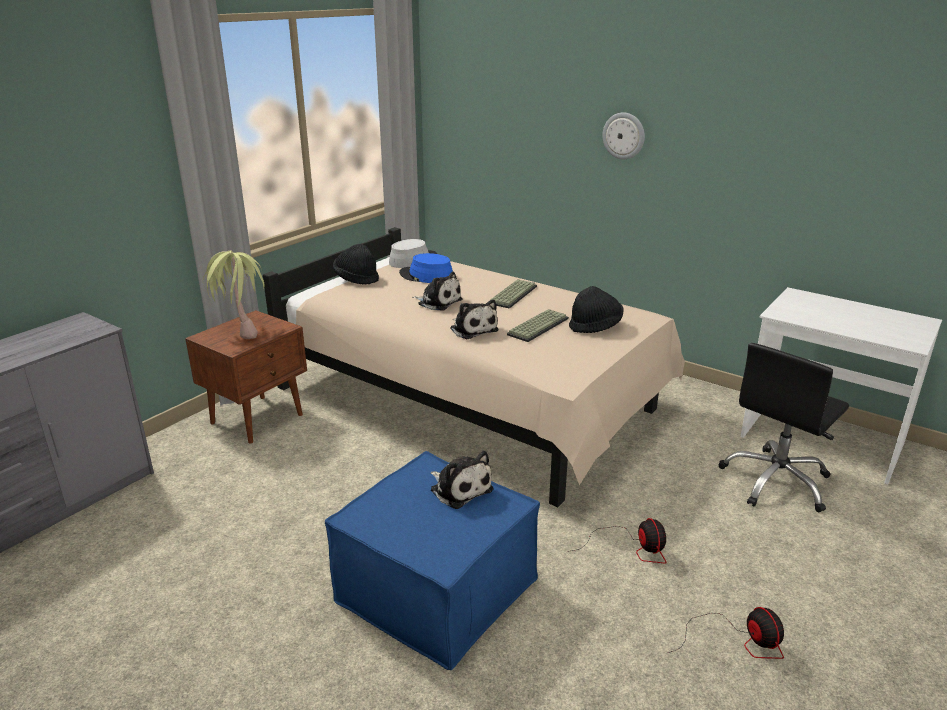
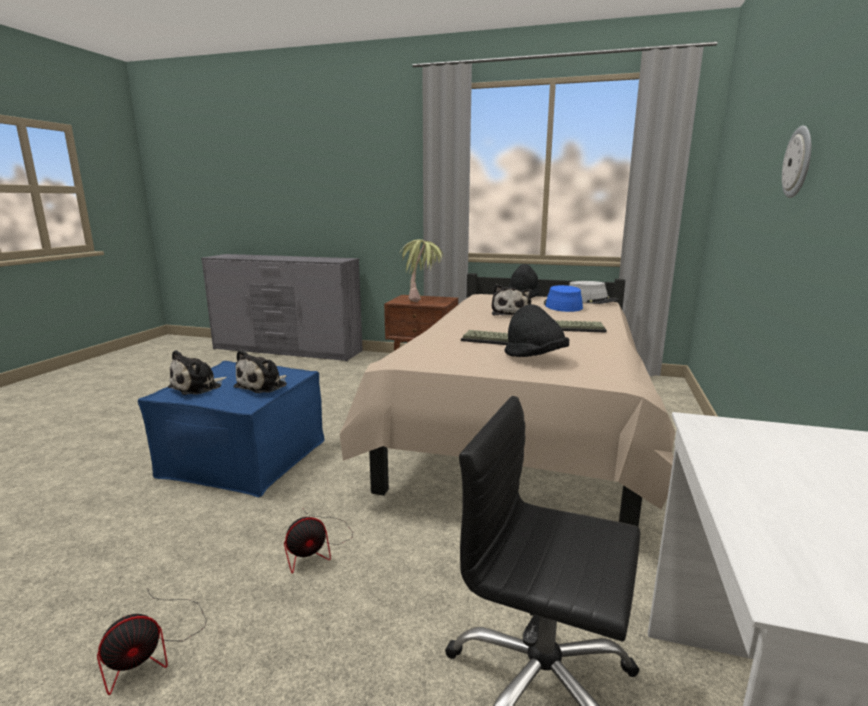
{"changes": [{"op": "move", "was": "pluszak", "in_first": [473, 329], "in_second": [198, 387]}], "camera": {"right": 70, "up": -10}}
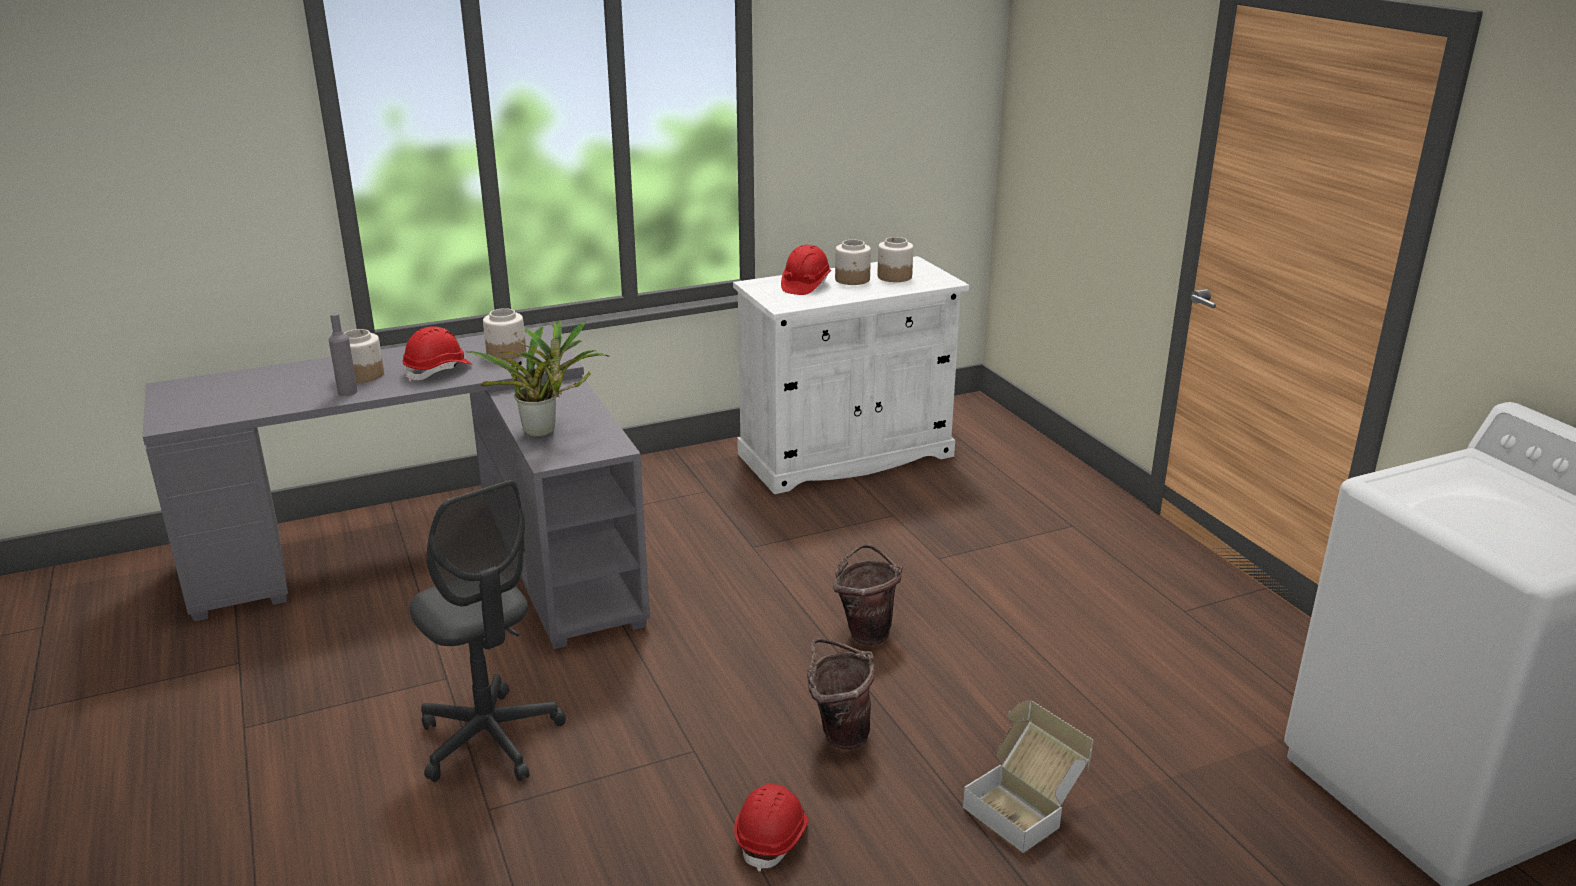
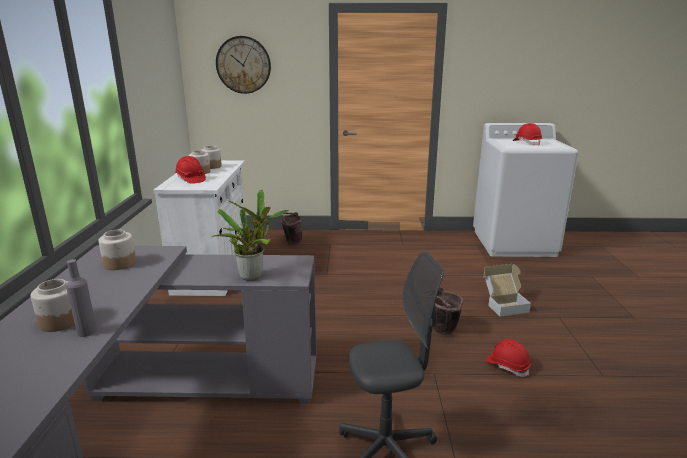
{"changes": [{"op": "move", "was": "kask (czerwony)", "in_first": [438, 370], "in_second": [526, 143]}, {"op": "move", "was": "wiadro (brązowy)", "in_first": [866, 631], "in_second": [291, 242]}, {"op": "insert", "now": "zegar ścienny", "in_second": [243, 65]}], "camera": {"right": -65, "up": -5}}
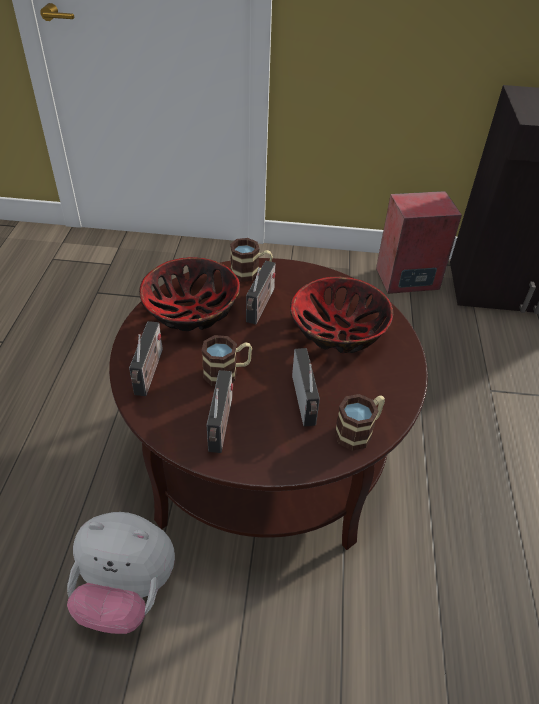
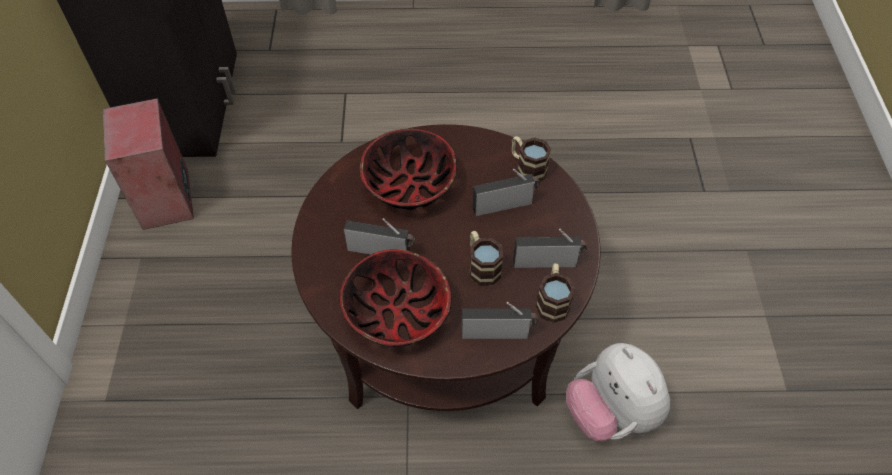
{"changes": [{"op": "move", "was": "kubek", "in_first": [251, 273], "in_second": [552, 301]}, {"op": "rotate", "was": "pluszak", "in_first": [126, 592], "in_second": [610, 412], "clockwise": 150}], "camera": {"right": -95, "up": 10}}
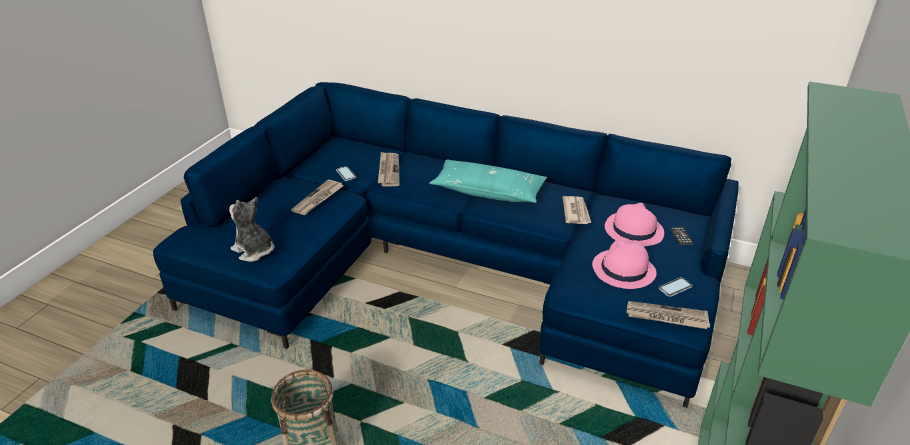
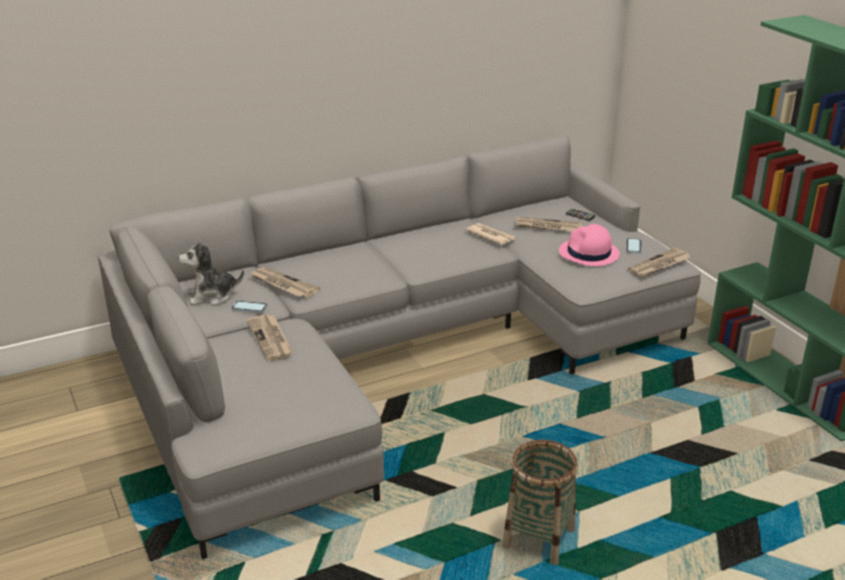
{"changes": [{"op": "recolor", "was": "kanapa (niebieski)", "now": "kanapa (szary)", "in_first": [452, 264], "in_second": [389, 354]}, {"op": "delete", "was": "poduszka (turkusowy)", "in_first": [488, 191]}, {"op": "move", "was": "pluszak", "in_first": [254, 250], "in_second": [212, 296]}, {"op": "replace", "was": "kapelusz (różowy)", "now": "gazeta", "in_first": [633, 230], "in_second": [548, 227]}], "camera": {"right": -50, "up": -5}}
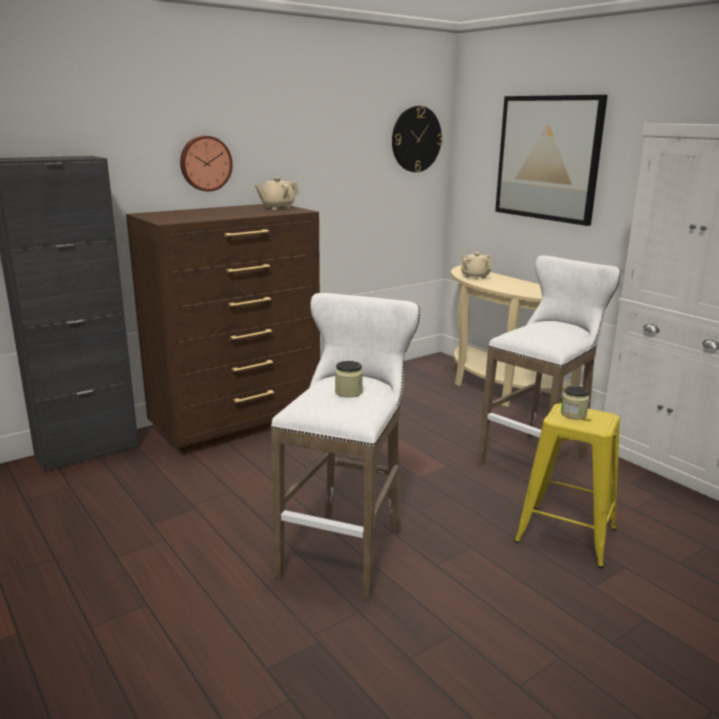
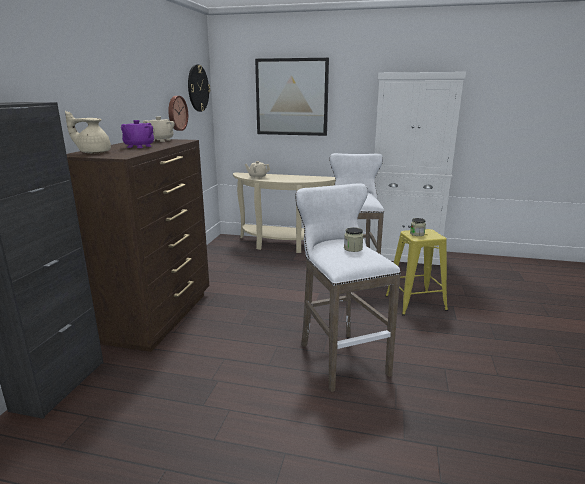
{"changes": [{"op": "move", "was": "zegar ścienny", "in_first": [205, 163], "in_second": [176, 113]}, {"op": "insert", "now": "imbryk (beżowy)", "in_second": [93, 152]}, {"op": "insert", "now": "imbryk (fioletowy)", "in_second": [139, 146]}], "camera": {"right": -40, "up": 0}}
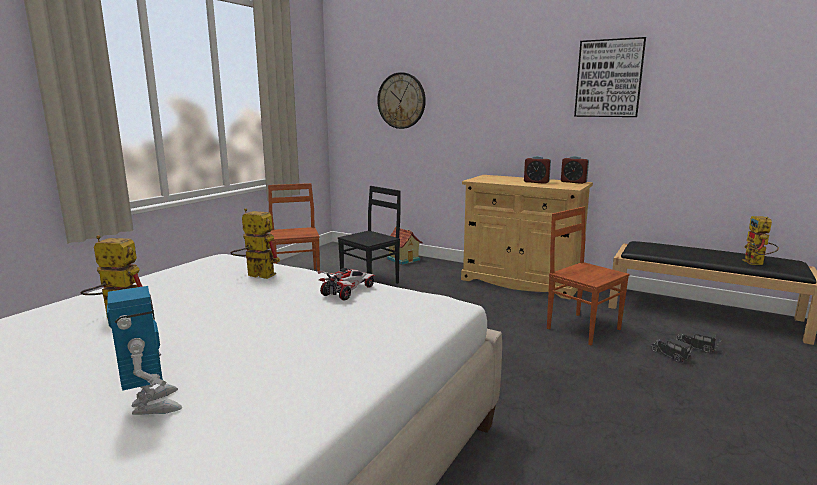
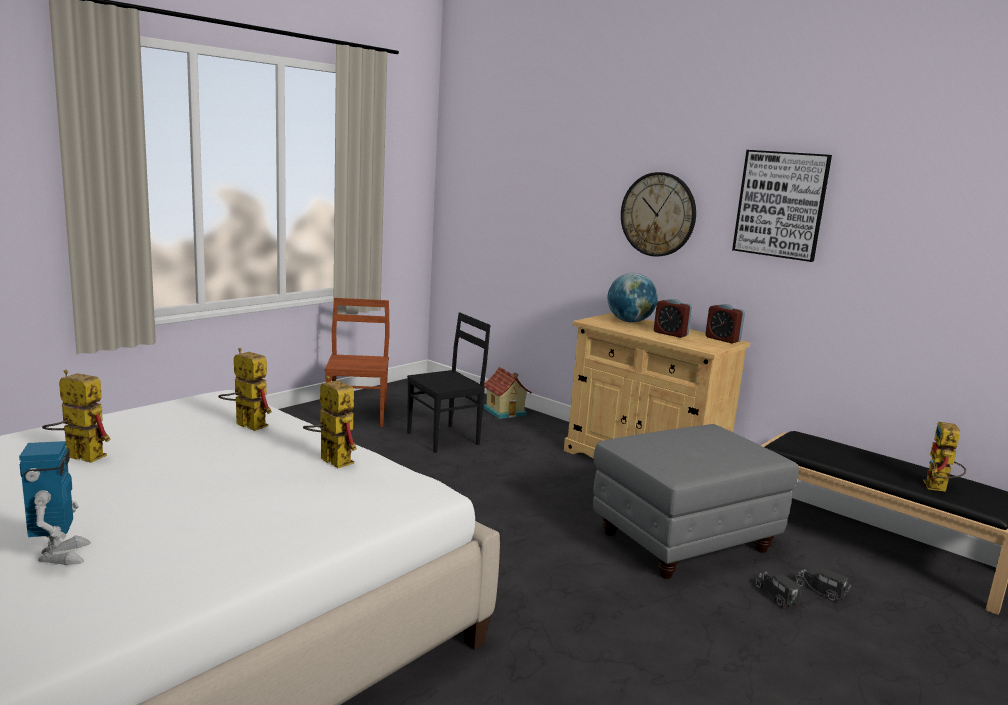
{"changes": [{"op": "move", "was": "zegar ścienny", "in_first": [401, 101], "in_second": [658, 214]}, {"op": "replace", "was": "krzesło (brązowy)", "now": "pufa (szary)", "in_first": [583, 328], "in_second": [683, 541]}, {"op": "replace", "was": "samochodzik", "now": "robot zabawkowy", "in_first": [348, 291], "in_second": [329, 459]}, {"op": "insert", "now": "globus", "in_second": [630, 321]}], "camera": {"right": 10, "up": 0}}
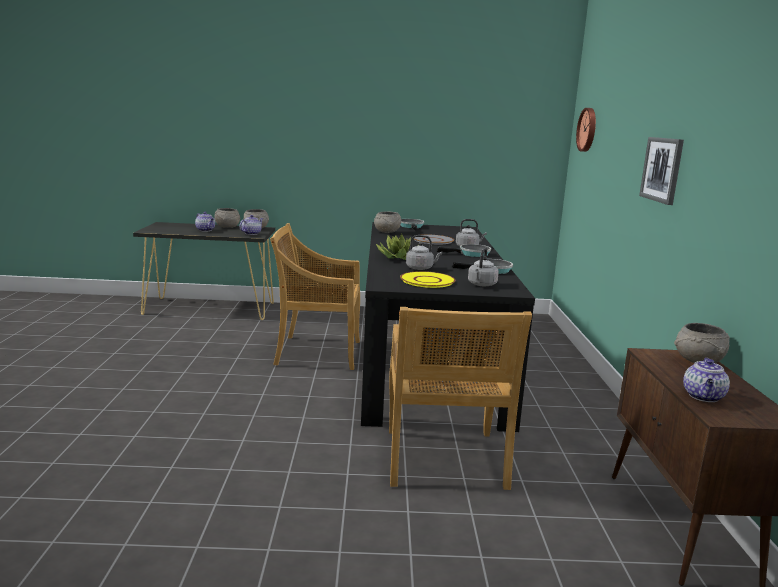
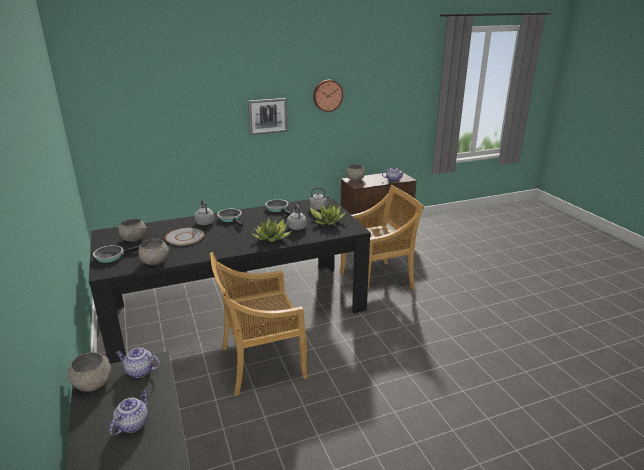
{"changes": [{"op": "move", "was": "zegar ścienny", "in_first": [588, 130], "in_second": [327, 95]}, {"op": "move", "was": "miska (szary)", "in_first": [227, 227], "in_second": [133, 239]}, {"op": "rotate", "was": "krzesło (beżowy)", "in_first": [316, 352], "in_second": [261, 363], "clockwise": 90}, {"op": "replace", "was": "talerz (żółty)", "now": "roślina doniczkowa", "in_first": [428, 281], "in_second": [327, 221]}], "camera": {"right": -110, "up": 10}}
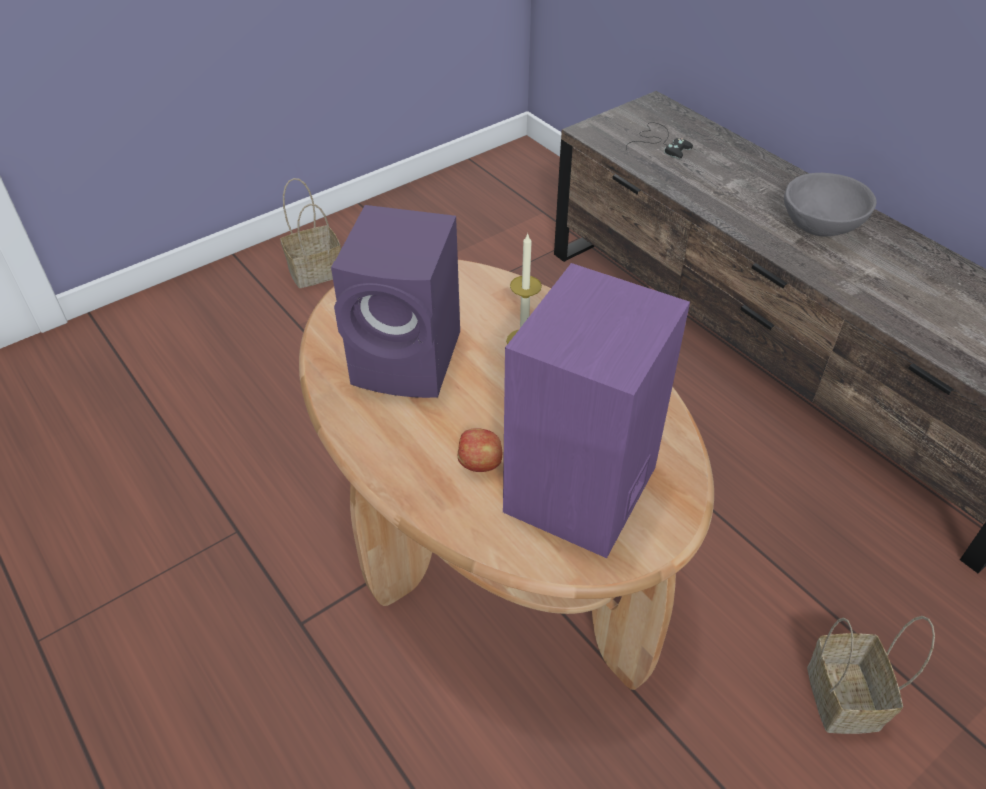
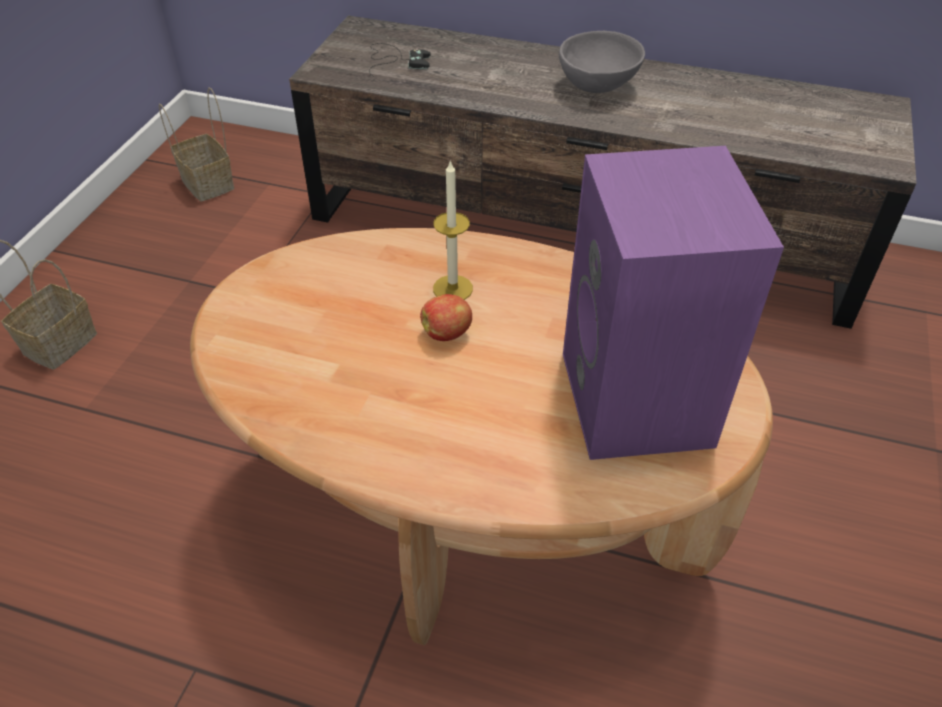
{"changes": [{"op": "delete", "was": "głośnik (fioletowy)", "in_first": [410, 360]}, {"op": "move", "was": "jabłko", "in_first": [480, 464], "in_second": [447, 333]}, {"op": "move", "was": "koszyk", "in_first": [845, 700], "in_second": [209, 184]}], "camera": {"right": -35, "up": 0}}
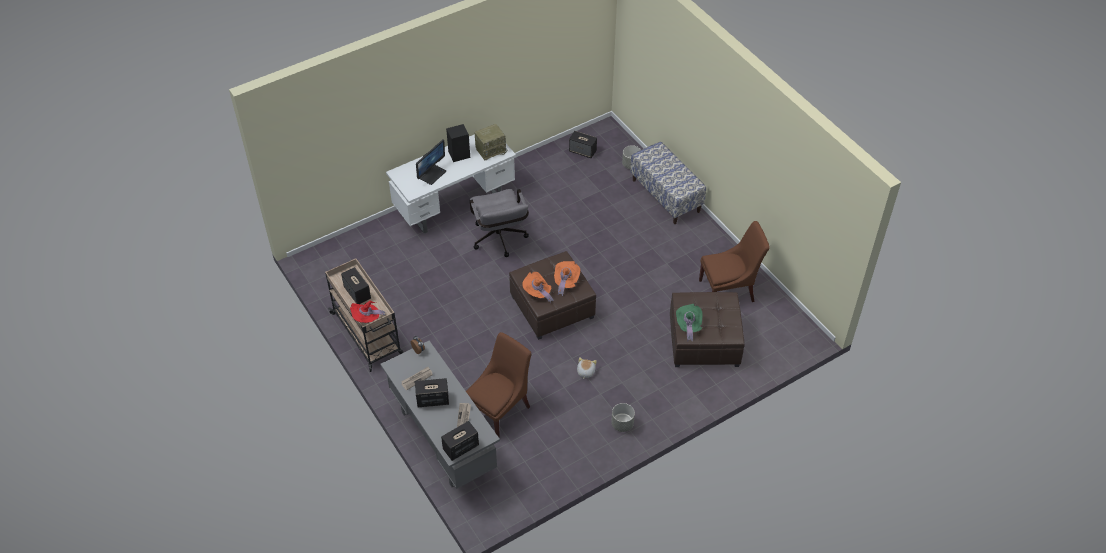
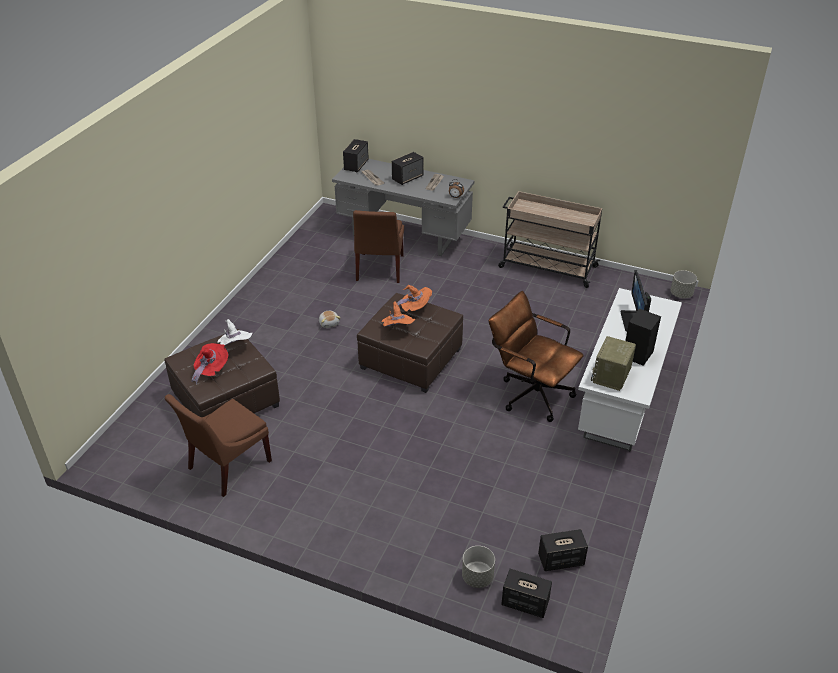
{"changes": [{"op": "delete", "was": "ławka", "in_first": [666, 195]}, {"op": "recolor", "was": "krzesło biurowe (szary)", "now": "krzesło biurowe (brązowy)", "in_first": [500, 241], "in_second": [530, 392]}, {"op": "move", "was": "głośnik", "in_first": [357, 293], "in_second": [524, 603]}, {"op": "move", "was": "kapelusz (czerwony)", "in_first": [367, 319], "in_second": [211, 370]}, {"op": "recolor", "was": "kapelusz (zielony)", "now": "kapelusz (biały)", "in_first": [688, 326], "in_second": [235, 347]}, {"op": "move", "was": "donica (szary)", "in_first": [622, 424], "in_second": [681, 294]}], "camera": {"right": 145, "up": -10}}
